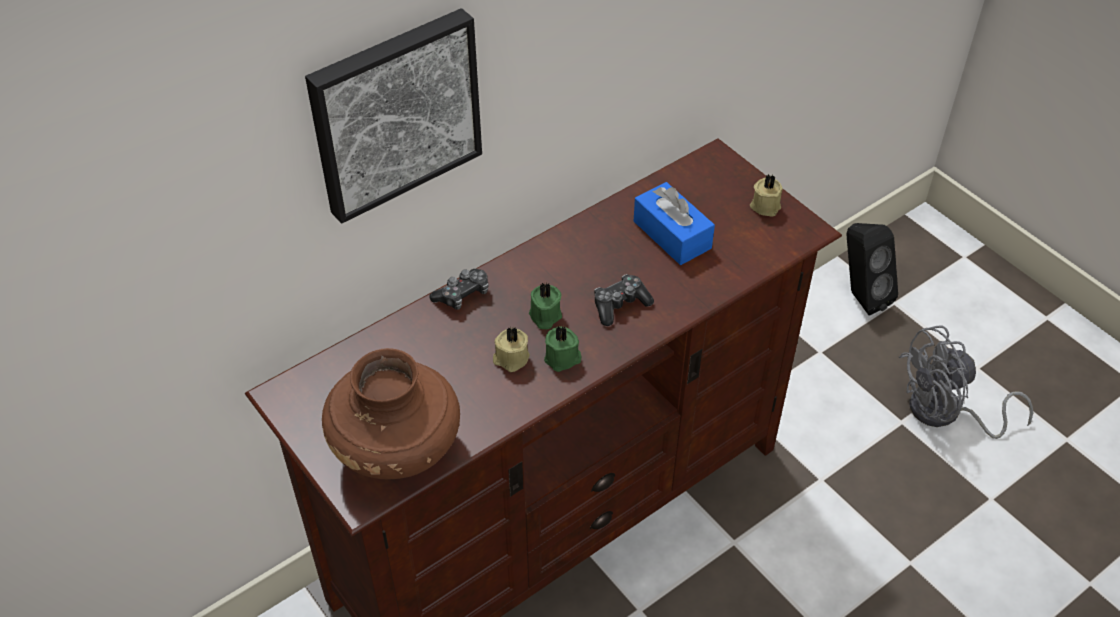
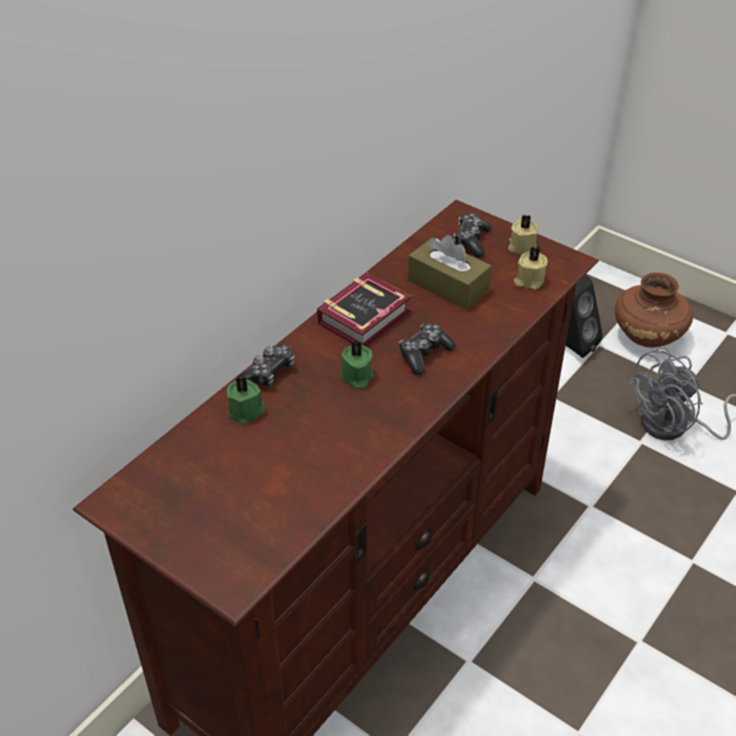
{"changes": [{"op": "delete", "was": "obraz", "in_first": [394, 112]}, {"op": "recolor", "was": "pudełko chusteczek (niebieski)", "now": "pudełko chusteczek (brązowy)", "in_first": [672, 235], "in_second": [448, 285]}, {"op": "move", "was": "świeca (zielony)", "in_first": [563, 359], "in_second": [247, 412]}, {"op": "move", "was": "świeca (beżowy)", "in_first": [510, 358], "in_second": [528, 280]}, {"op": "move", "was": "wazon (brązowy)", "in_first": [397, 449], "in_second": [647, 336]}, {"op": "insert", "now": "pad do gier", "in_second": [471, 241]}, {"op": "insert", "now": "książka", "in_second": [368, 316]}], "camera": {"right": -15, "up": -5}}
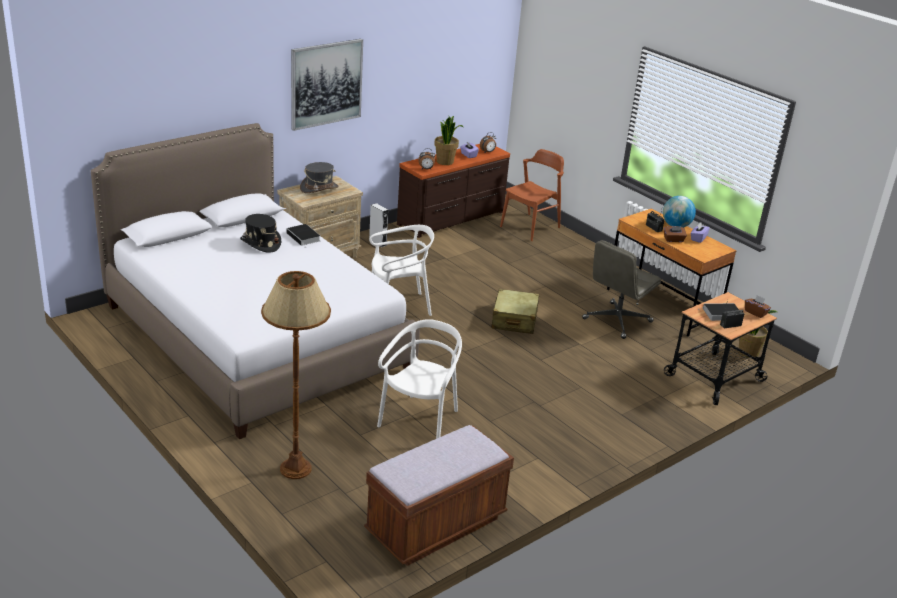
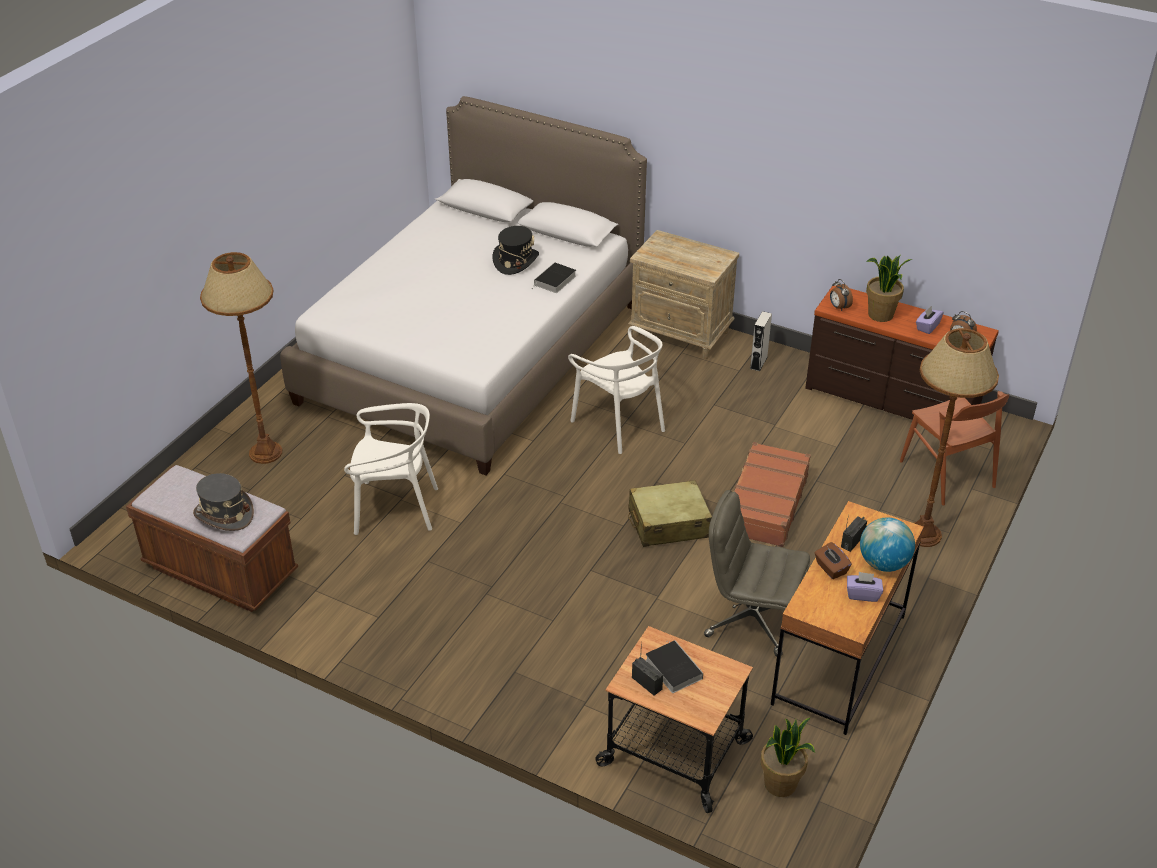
{"changes": [{"op": "delete", "was": "obraz", "in_first": [326, 83]}, {"op": "rotate", "was": "krzesło (brązowy)", "in_first": [530, 227], "in_second": [947, 474], "clockwise": 45}, {"op": "move", "was": "kapelusz (szary)", "in_first": [319, 188], "in_second": [224, 514]}, {"op": "delete", "was": "pudełko chusteczek (brązowy)", "in_first": [755, 313]}, {"op": "insert", "now": "lampa stojąca (brązowy)", "in_second": [924, 534]}, {"op": "insert", "now": "walizka (brązowy)", "in_second": [765, 504]}], "camera": {"right": 70, "up": 10}}
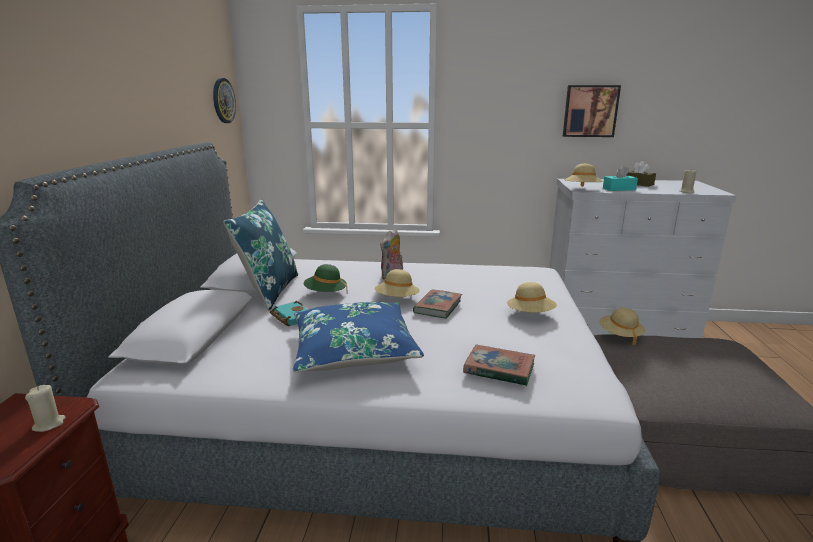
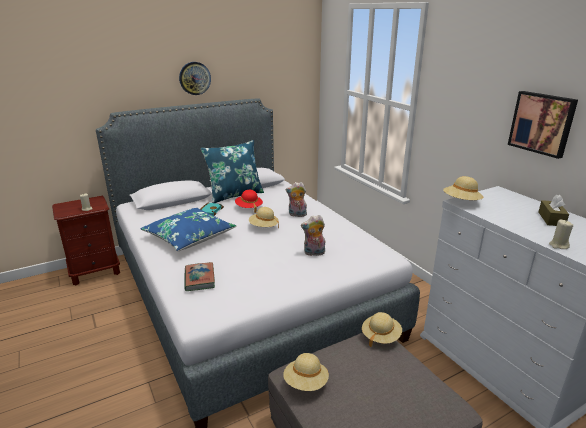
{"changes": [{"op": "move", "was": "zegar ścienny", "in_first": [223, 100], "in_second": [194, 78]}, {"op": "delete", "was": "pudełko chusteczek (turkusowy)", "in_first": [619, 189]}, {"op": "recolor", "was": "kapelusz (zielony)", "now": "kapelusz (czerwony)", "in_first": [325, 293], "in_second": [249, 207]}, {"op": "move", "was": "kapelusz (beżowy)", "in_first": [530, 314], "in_second": [306, 383]}, {"op": "delete", "was": "książka", "in_first": [438, 307]}, {"op": "insert", "now": "pluszak", "in_second": [314, 253]}], "camera": {"right": 55, "up": 5}}
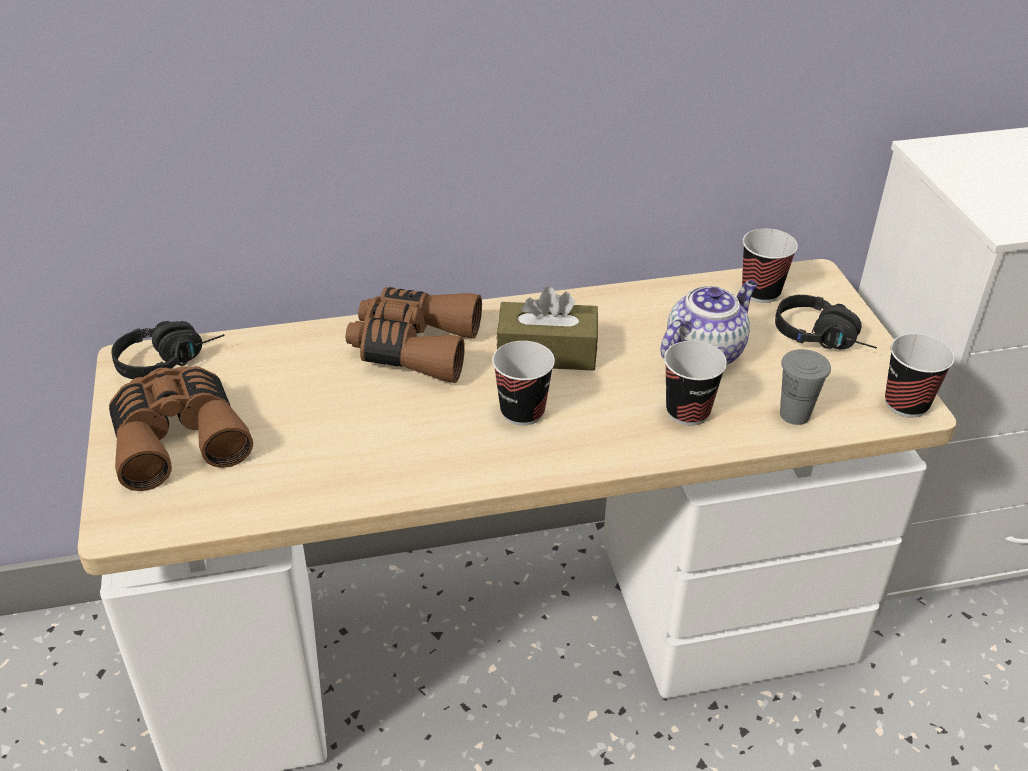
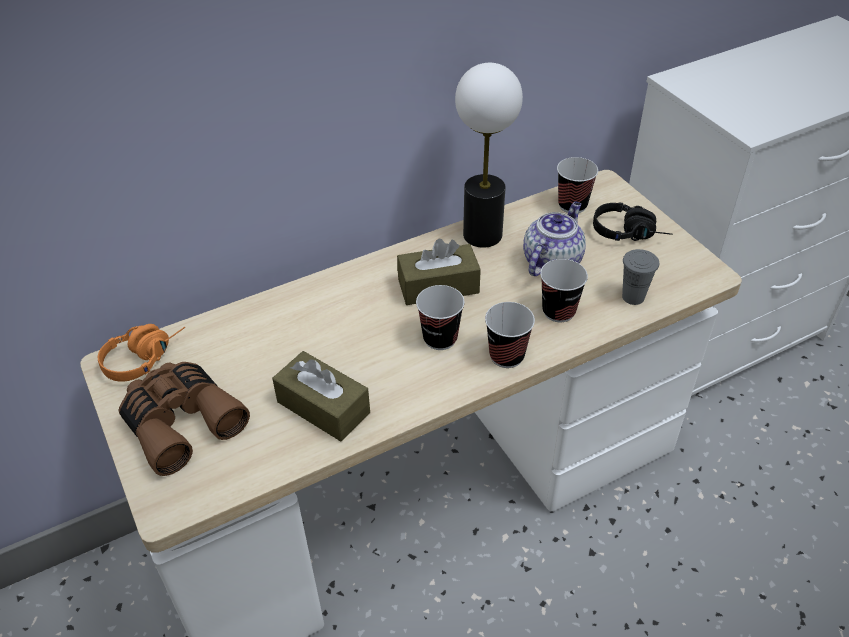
{"changes": [{"op": "delete", "was": "lornetka (brązowy)", "in_first": [414, 347]}, {"op": "recolor", "was": "słuchawki (czarny)", "now": "słuchawki (pomarańczowy)", "in_first": [171, 360], "in_second": [145, 357]}, {"op": "move", "was": "filiżanka", "in_first": [906, 404], "in_second": [506, 356]}, {"op": "insert", "now": "lampa stołowa", "in_second": [482, 234]}, {"op": "insert", "now": "pudełko chusteczek (brązowy)", "in_second": [323, 407]}], "camera": {"right": -15, "up": 5}}
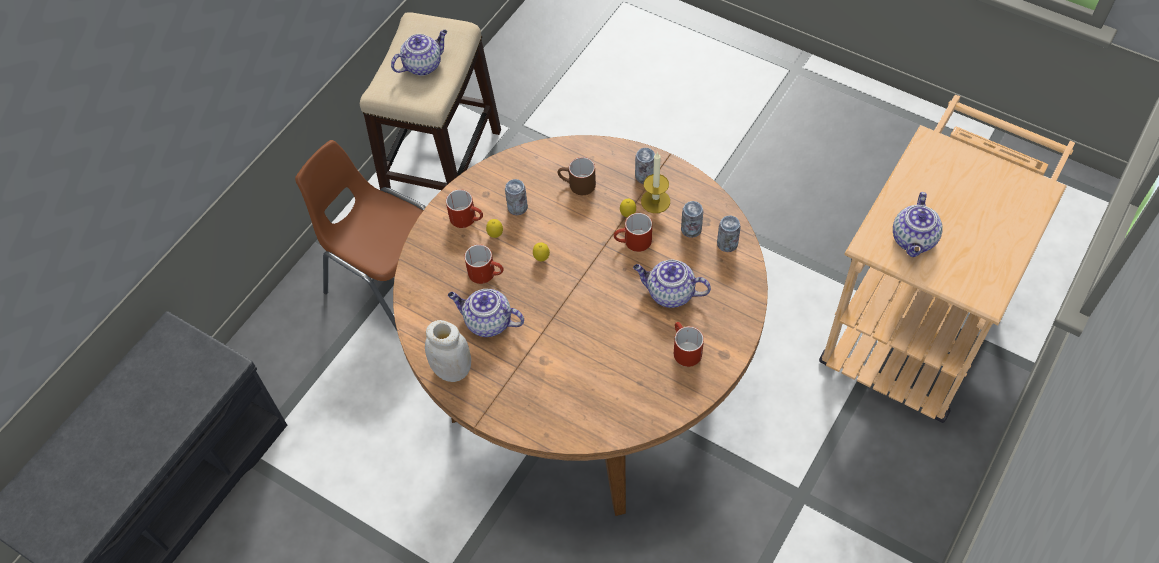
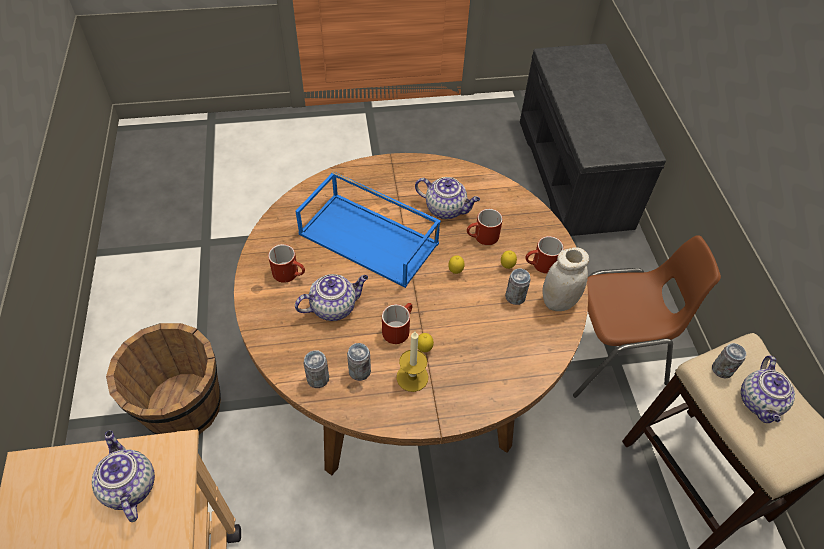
{"changes": [{"op": "move", "was": "puszka", "in_first": [645, 176], "in_second": [721, 370]}, {"op": "delete", "was": "kubek (brązowy)", "in_first": [577, 185]}, {"op": "rotate", "was": "imbryk", "in_first": [487, 322], "in_second": [446, 209], "clockwise": 45}, {"op": "move", "was": "słoik (biały)", "in_first": [452, 369], "in_second": [558, 302]}, {"op": "insert", "now": "taca (niebieski)", "in_second": [370, 238]}, {"op": "insert", "now": "wiadro (brązowy)", "in_second": [183, 408]}], "camera": {"right": 135, "up": -5}}
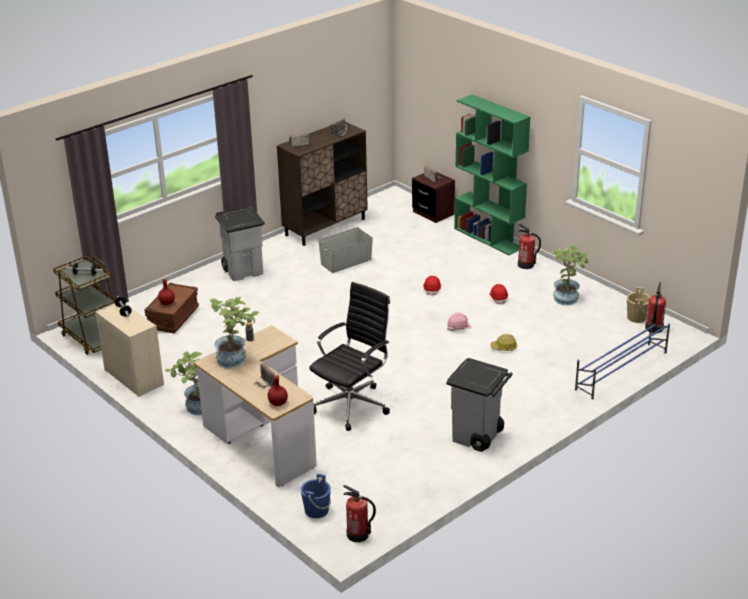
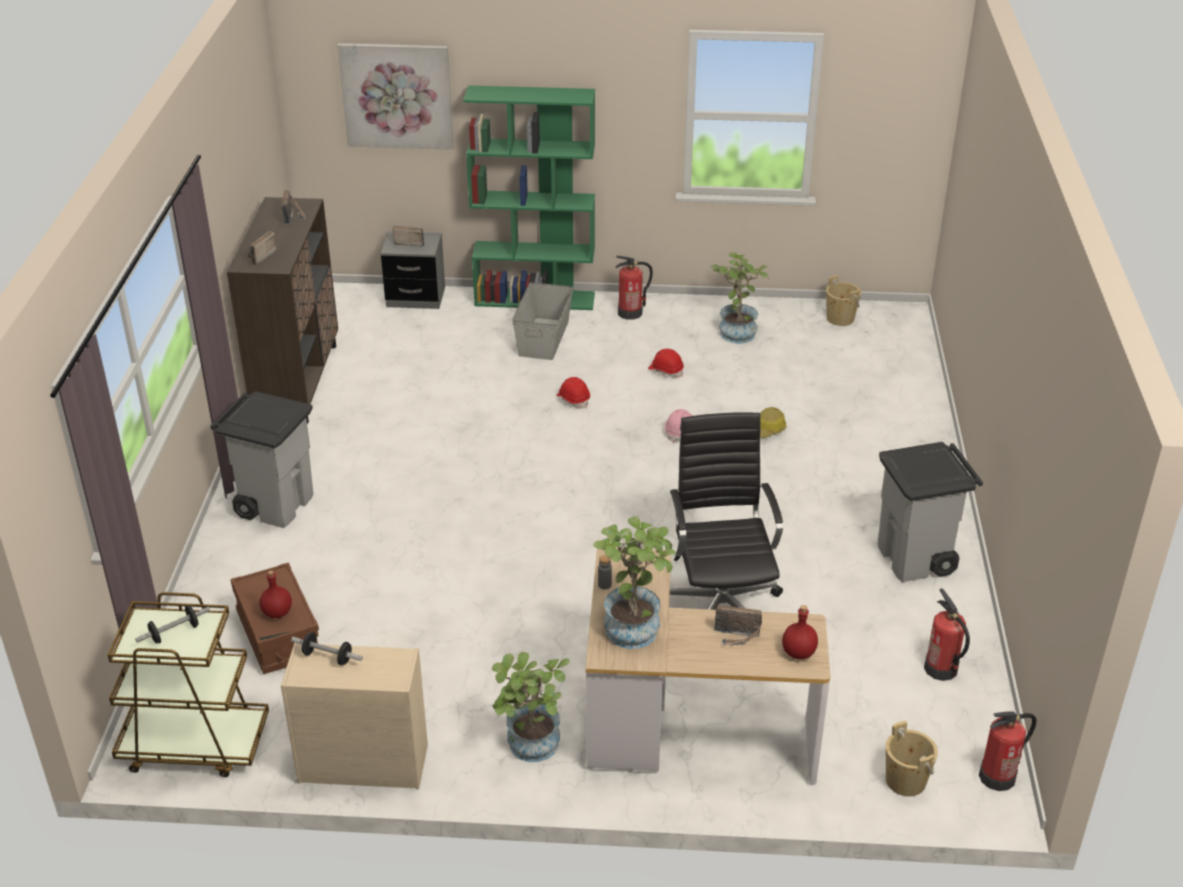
{"changes": [{"op": "recolor", "was": "szafka nocna (brązowy)", "now": "szafka nocna (szary)", "in_first": [433, 213], "in_second": [415, 297]}, {"op": "move", "was": "pojemnik do przechowywania (szary)", "in_first": [346, 262], "in_second": [544, 338]}, {"op": "move", "was": "gaśnica", "in_first": [653, 328], "in_second": [941, 669]}, {"op": "delete", "was": "regał na buty (niebieski)", "in_first": [621, 371]}, {"op": "recolor", "was": "wiadro (niebieski)", "now": "wiadro (beżowy)", "in_first": [316, 510], "in_second": [905, 781]}, {"op": "insert", "now": "obraz", "in_second": [397, 96]}], "camera": {"right": -45, "up": 5}}
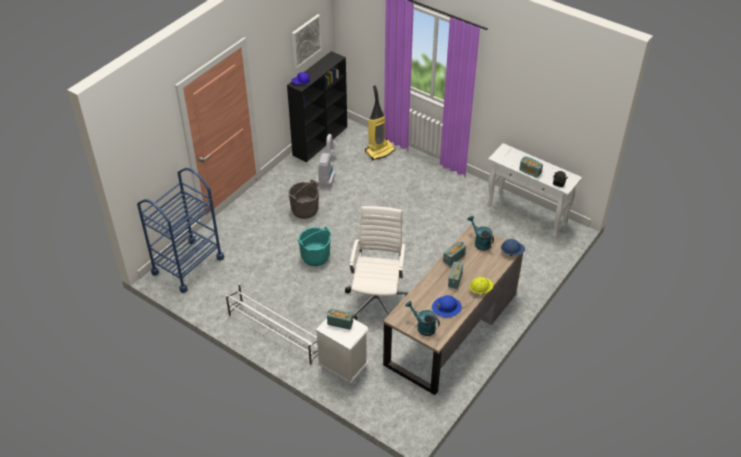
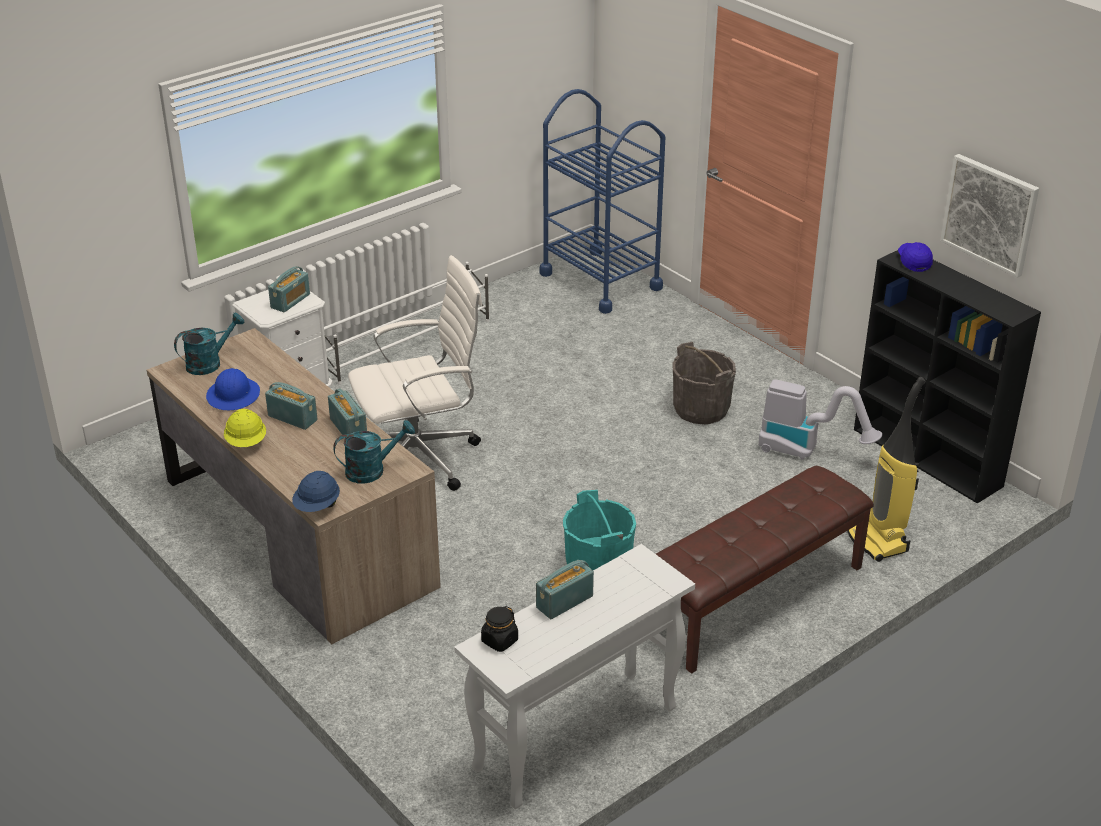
{"changes": [{"op": "rotate", "was": "krzesło biurowe (biały)", "in_first": [377, 300], "in_second": [420, 458], "clockwise": -45}, {"op": "move", "was": "wiadro (turkusowy)", "in_first": [315, 256], "in_second": [598, 567]}, {"op": "insert", "now": "ławka (brązowy)", "in_second": [754, 600]}], "camera": {"right": 105, "up": -10}}
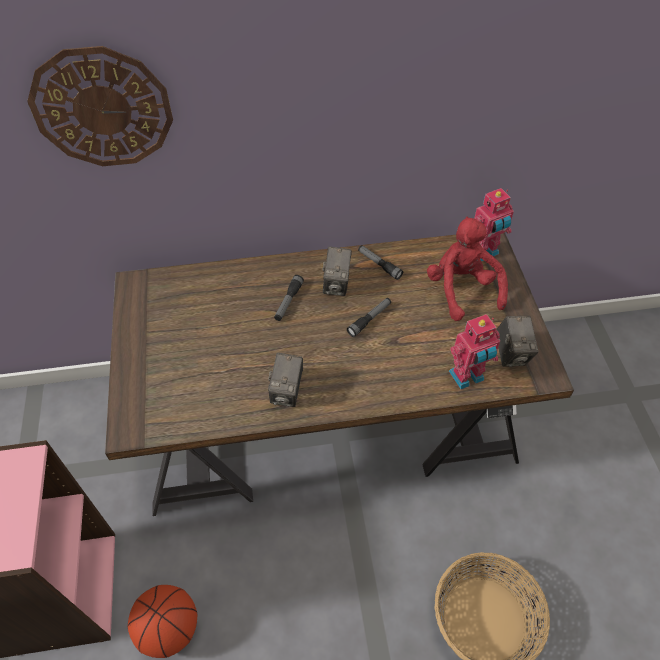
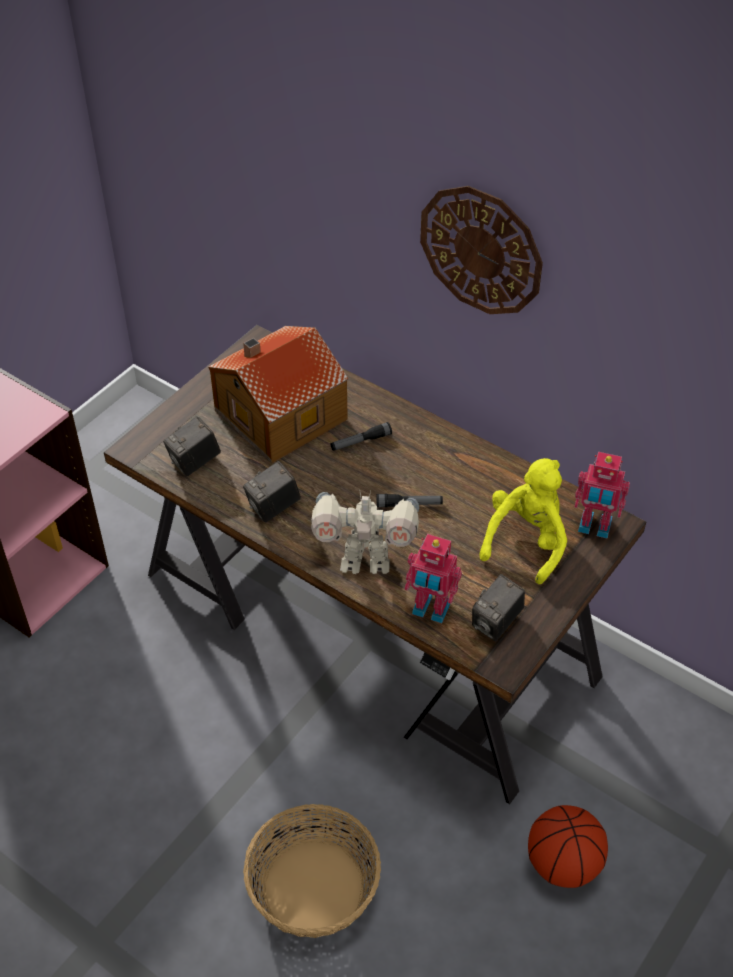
{"changes": [{"op": "move", "was": "zegar ścienny", "in_first": [102, 108], "in_second": [481, 250]}, {"op": "recolor", "was": "pluszak (czerwony)", "now": "pluszak (żółty)", "in_first": [462, 289], "in_second": [526, 541]}, {"op": "delete", "was": "latarka", "in_first": [379, 265]}, {"op": "move", "was": "aparat fotograficzny", "in_first": [336, 284], "in_second": [194, 462]}, {"op": "move", "was": "piłka do koszykówki", "in_first": [169, 628], "in_second": [562, 864]}, {"op": "insert", "now": "domek", "in_second": [278, 414]}, {"op": "insert", "now": "robot zabawkowy", "in_second": [365, 560]}], "camera": {"right": 45, "up": -5}}
